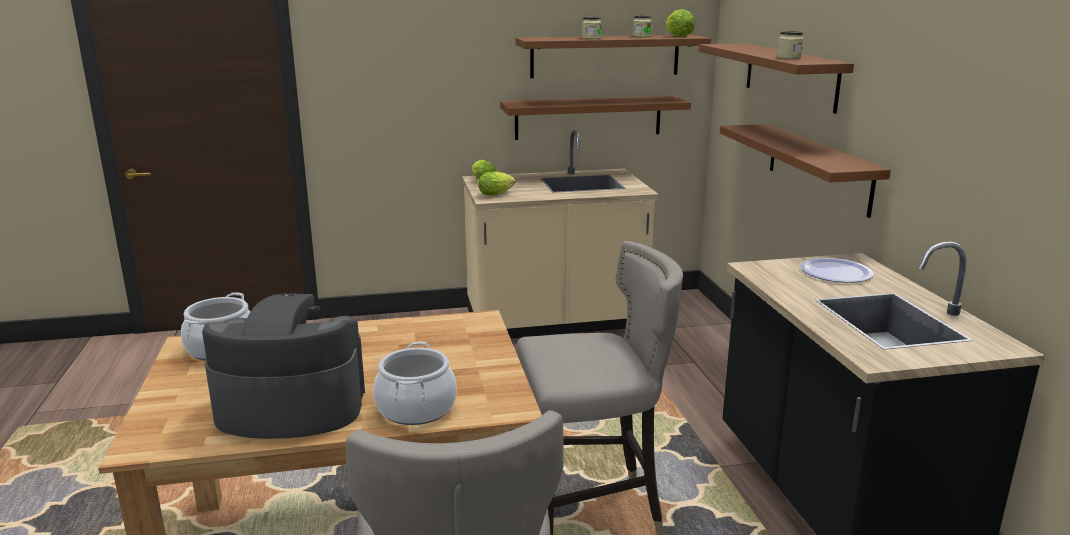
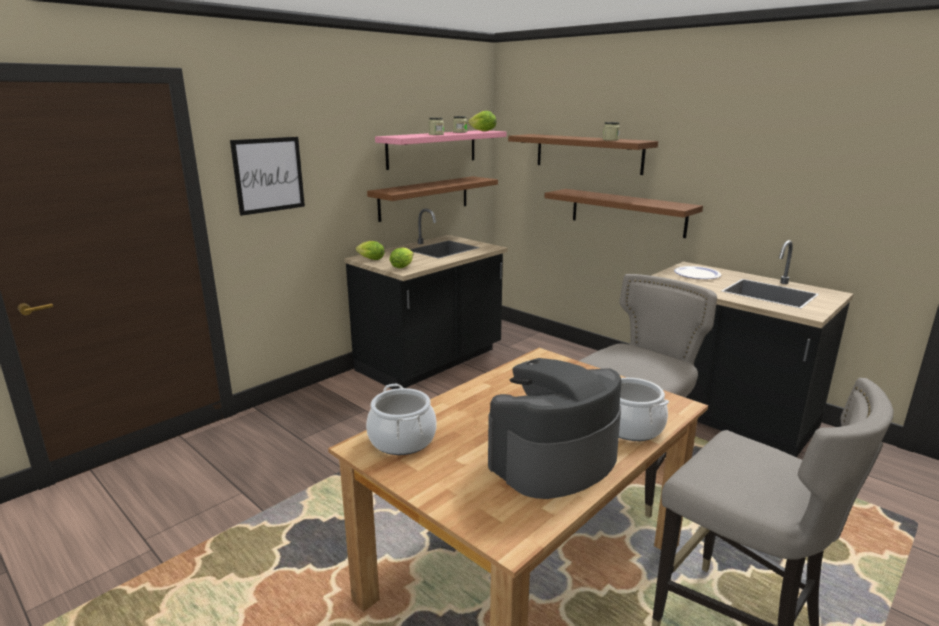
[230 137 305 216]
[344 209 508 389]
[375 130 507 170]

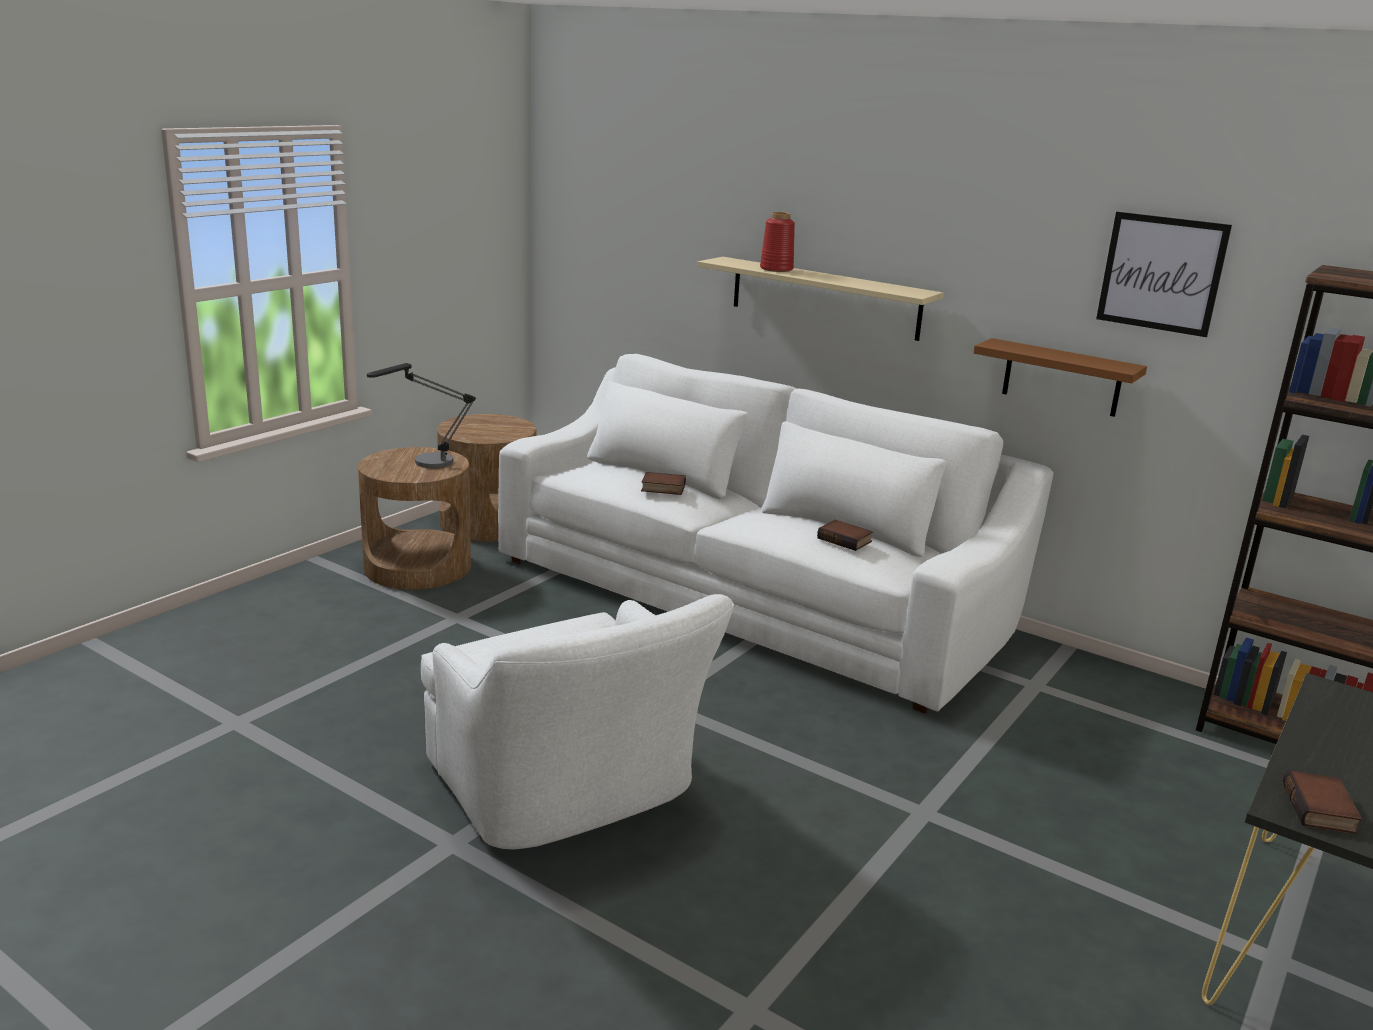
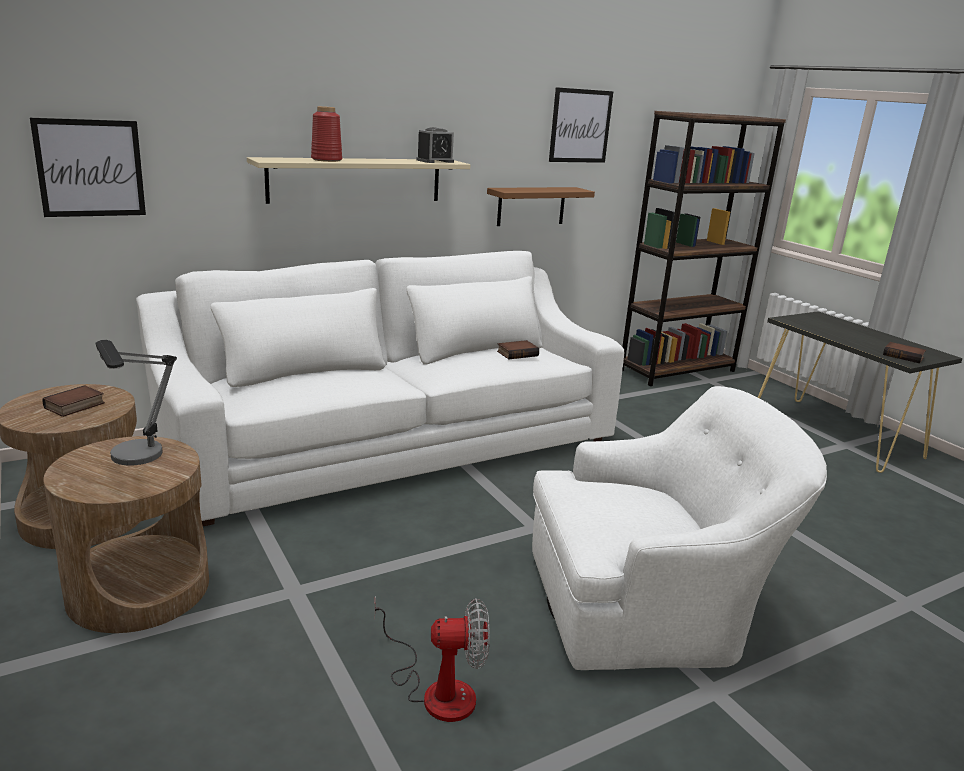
[30 118 146 217]
[374 598 490 722]
[416 127 454 163]
[43 385 105 417]

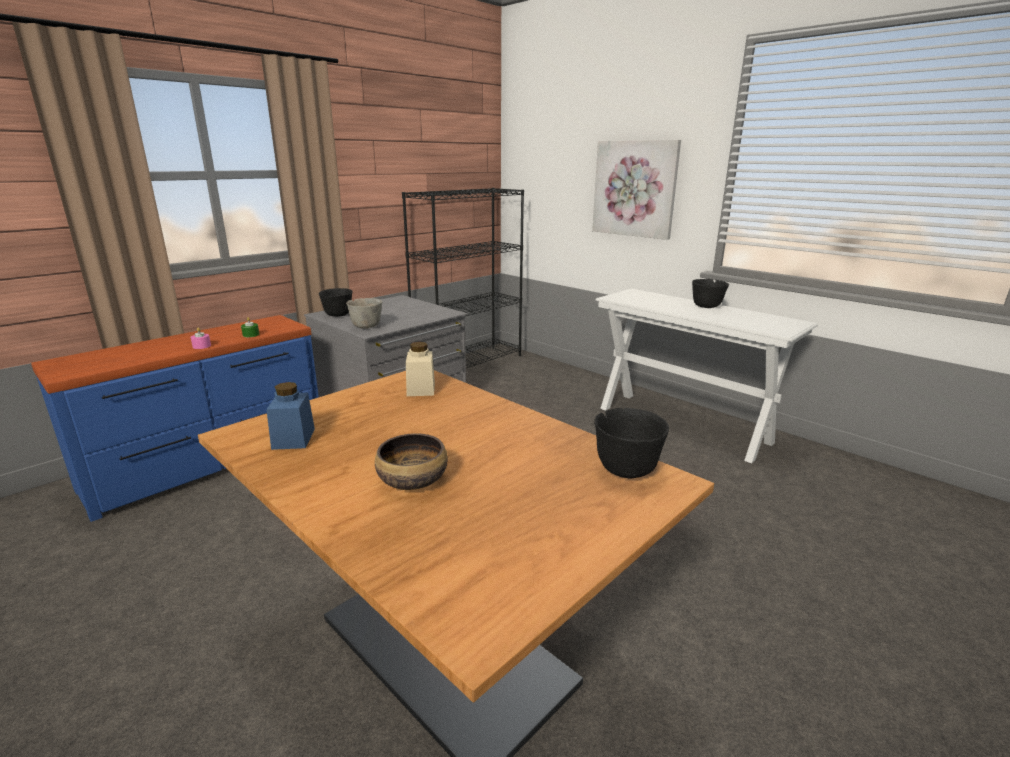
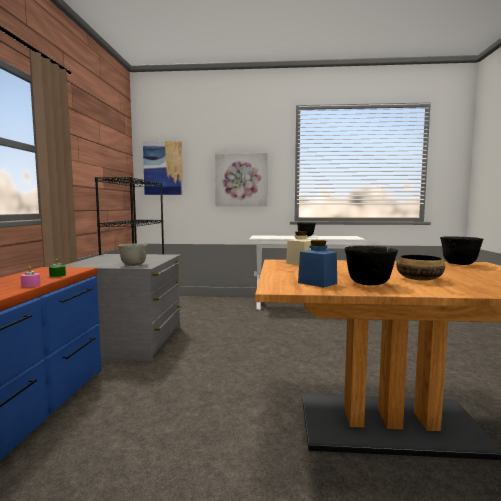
[143 141 183 195]
[345 246 398 285]

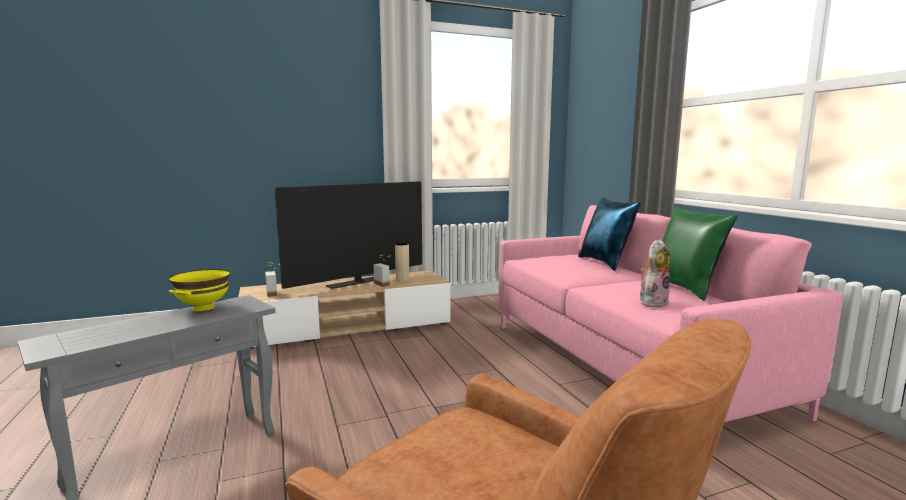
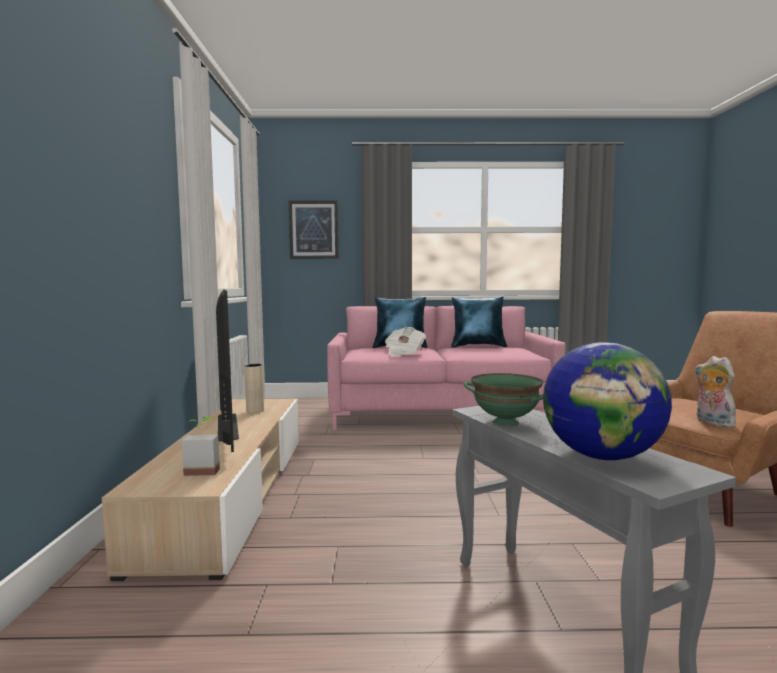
[374 254 390 287] (first image)
[289 200 339 259]
[385 327 426 356]
[543 342 672 460]
[695 356 741 428]
[464 373 543 426]
[451 296 507 348]

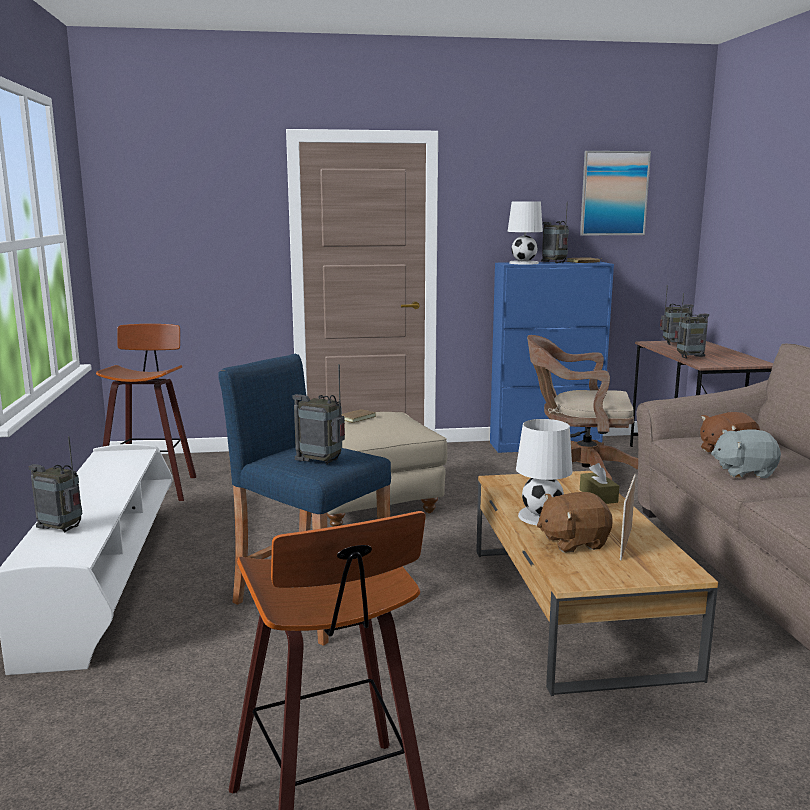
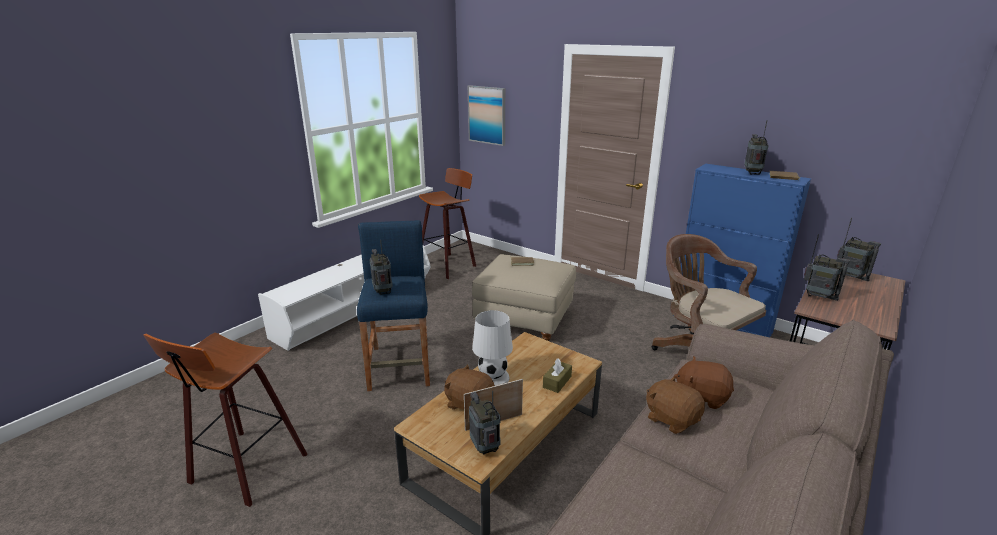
[507 201 543 265] (first image)
[469 391 501 454]
[468 85 505 146]
[646 376 705 434]

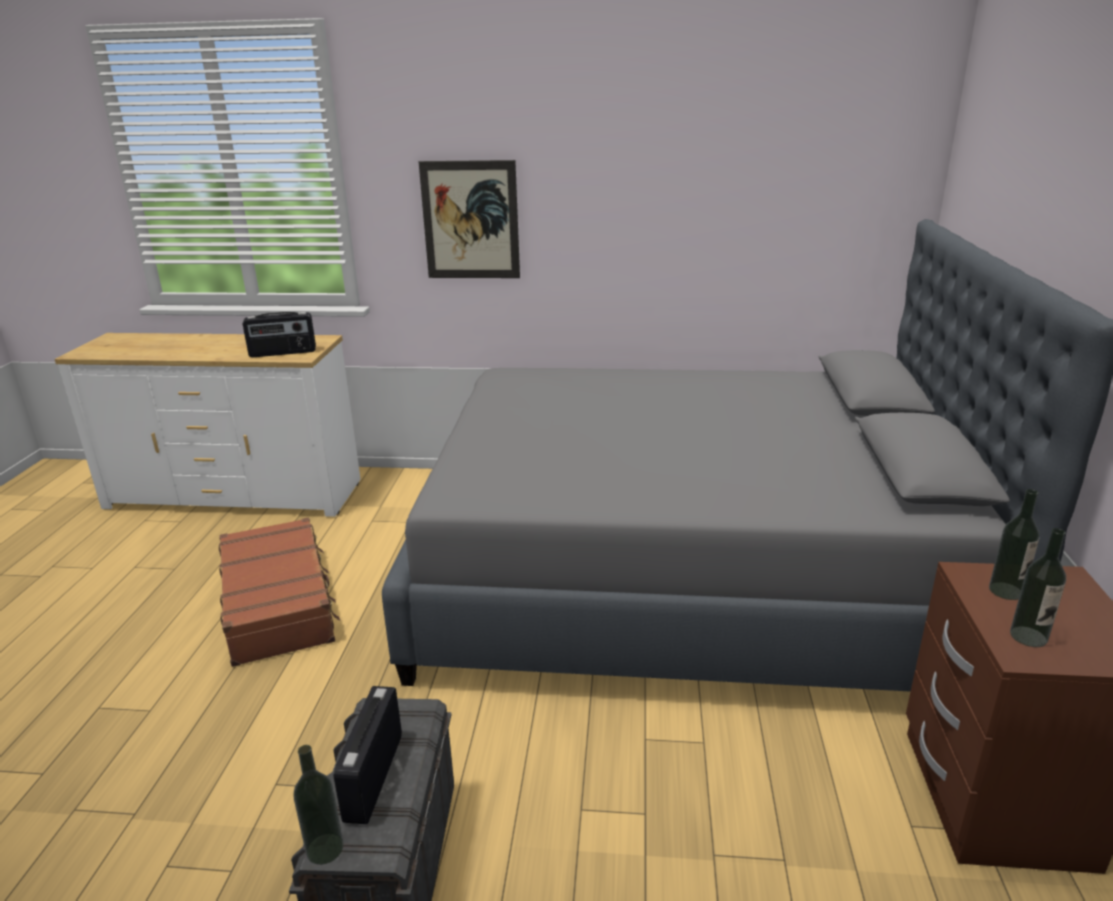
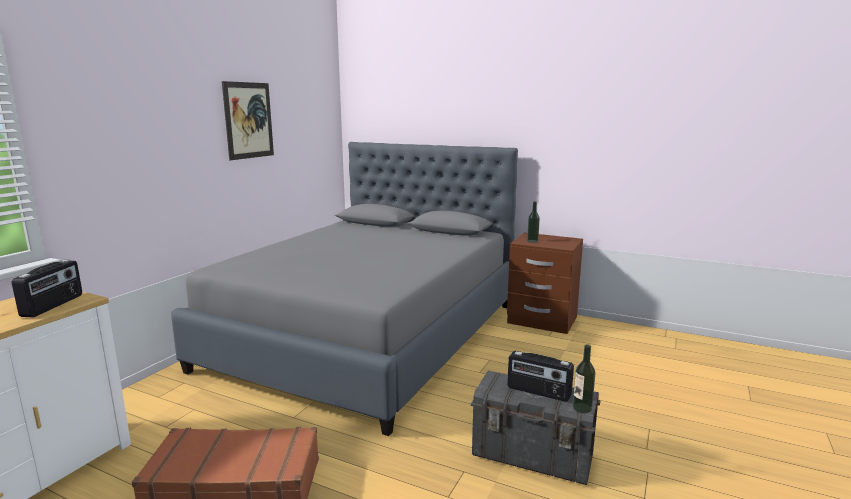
[1010 528 1066 647] (first image)
[222 81 274 160]

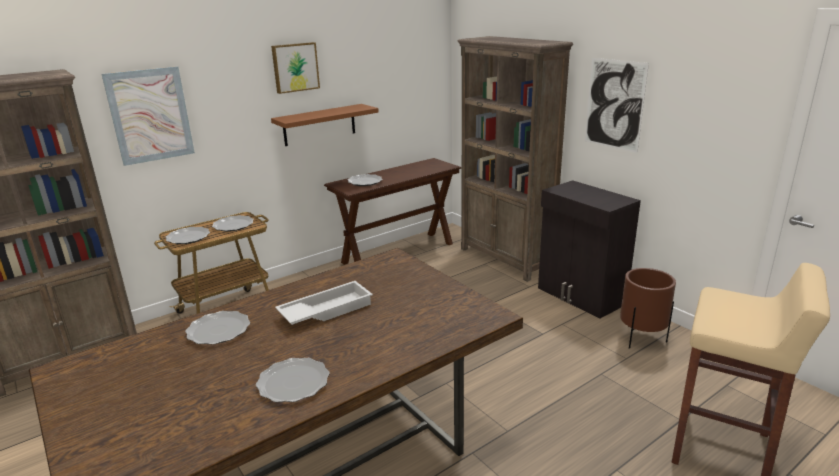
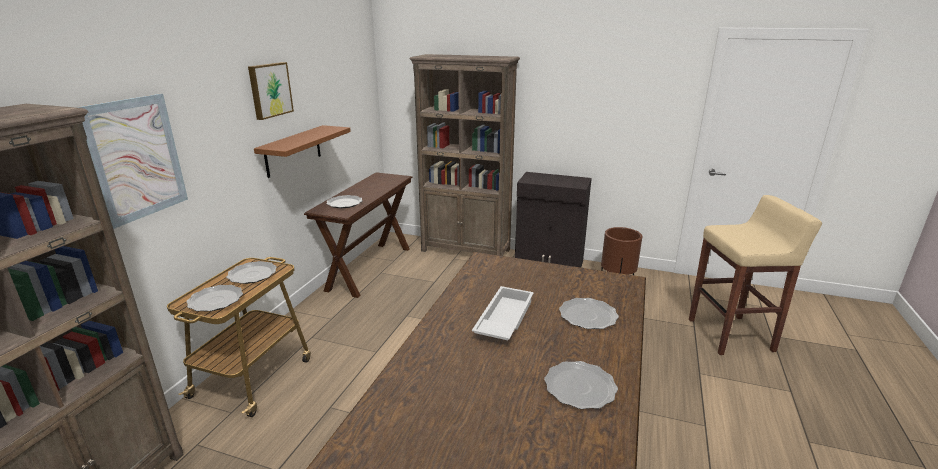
[585 58 649 153] (first image)
[559 298 619 329]

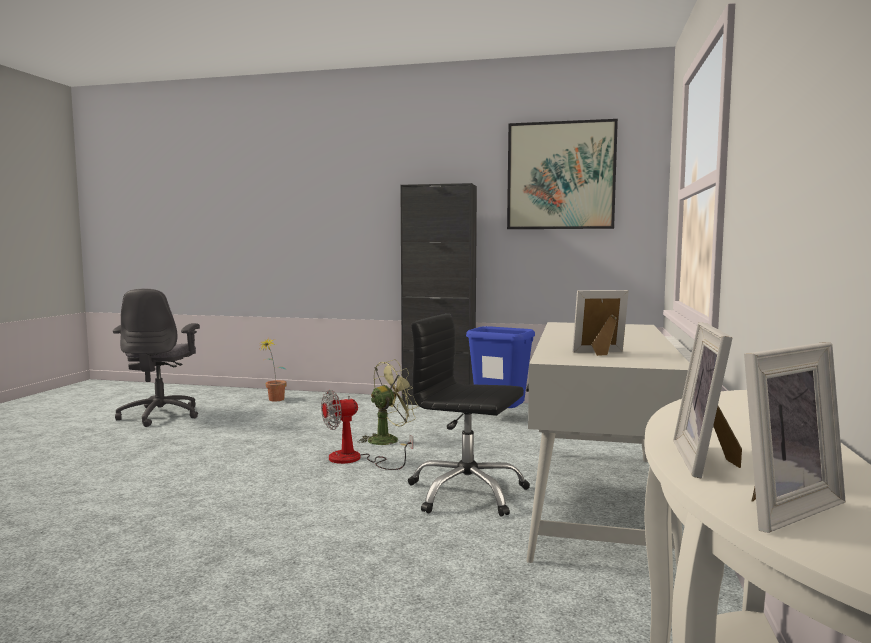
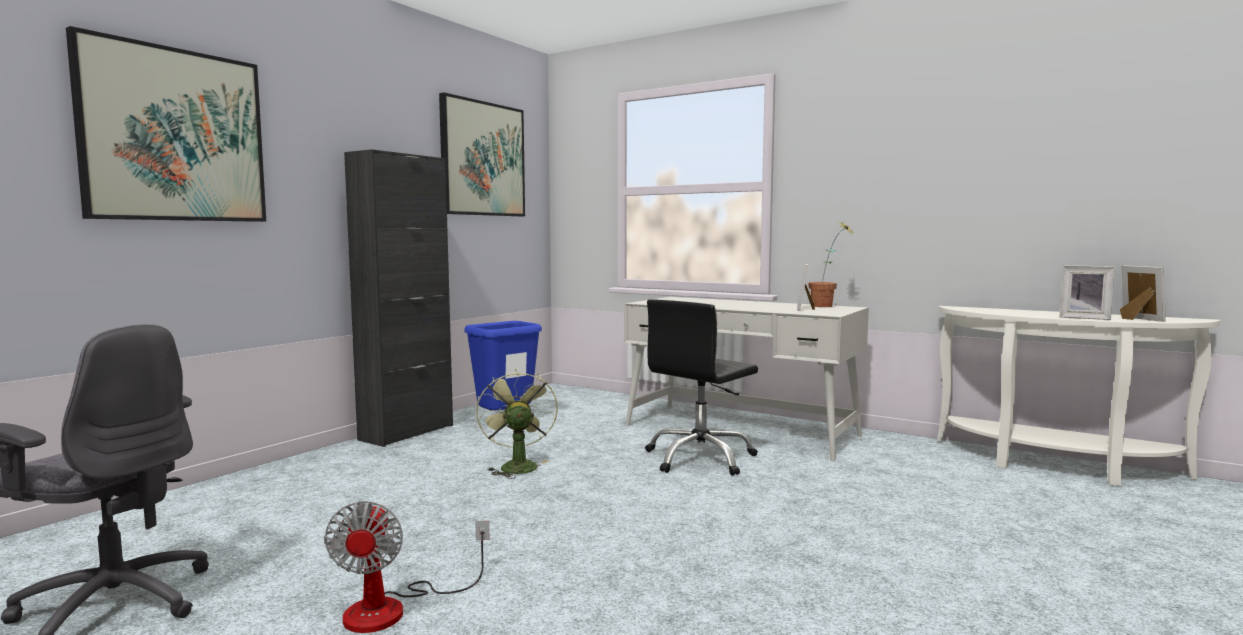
[66 26 266 222]
[808 221 854 307]
[324 501 489 633]

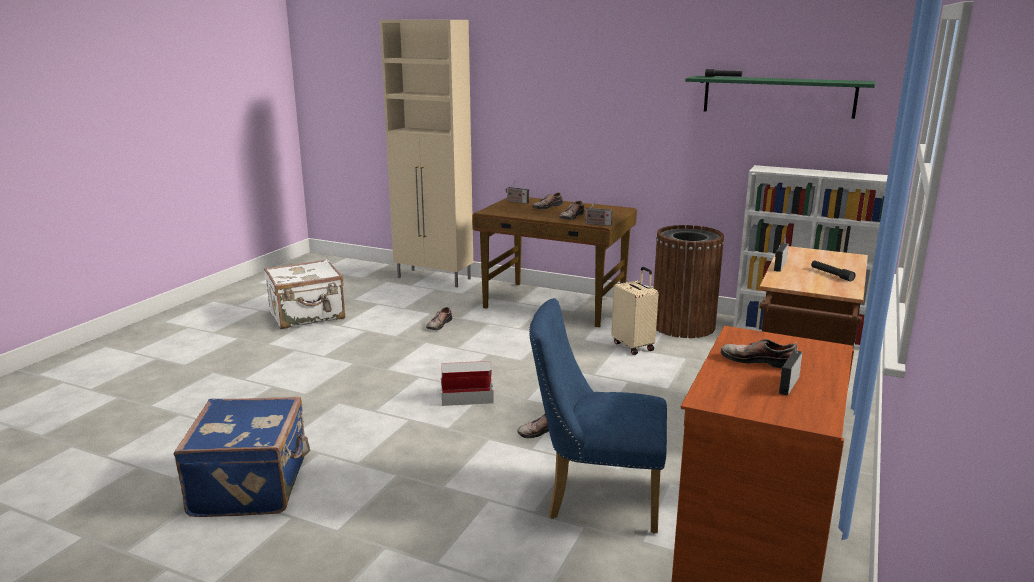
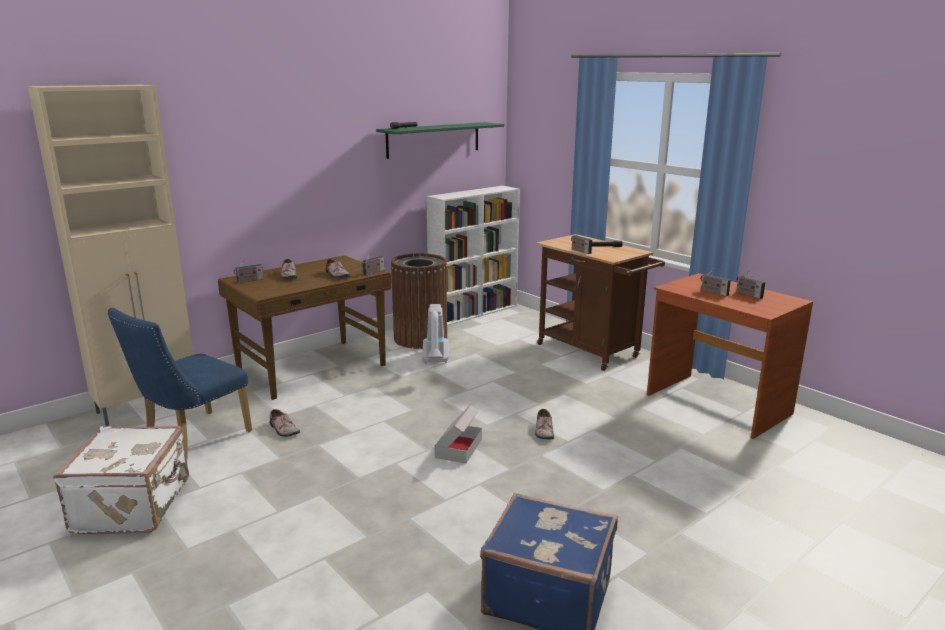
[107 308 252 458]
[422 304 449 363]
[700 268 731 296]

